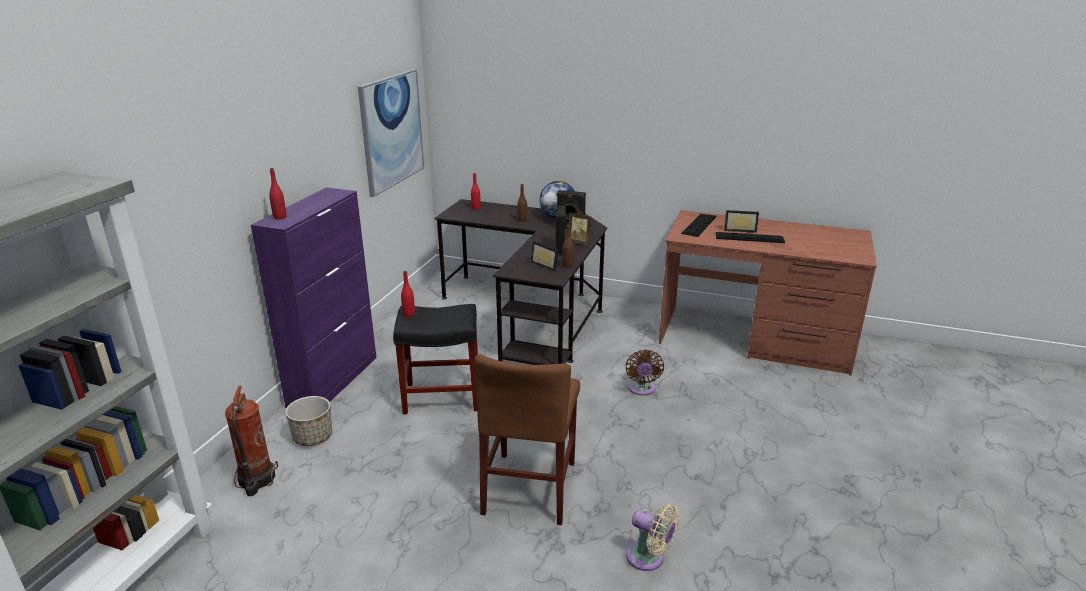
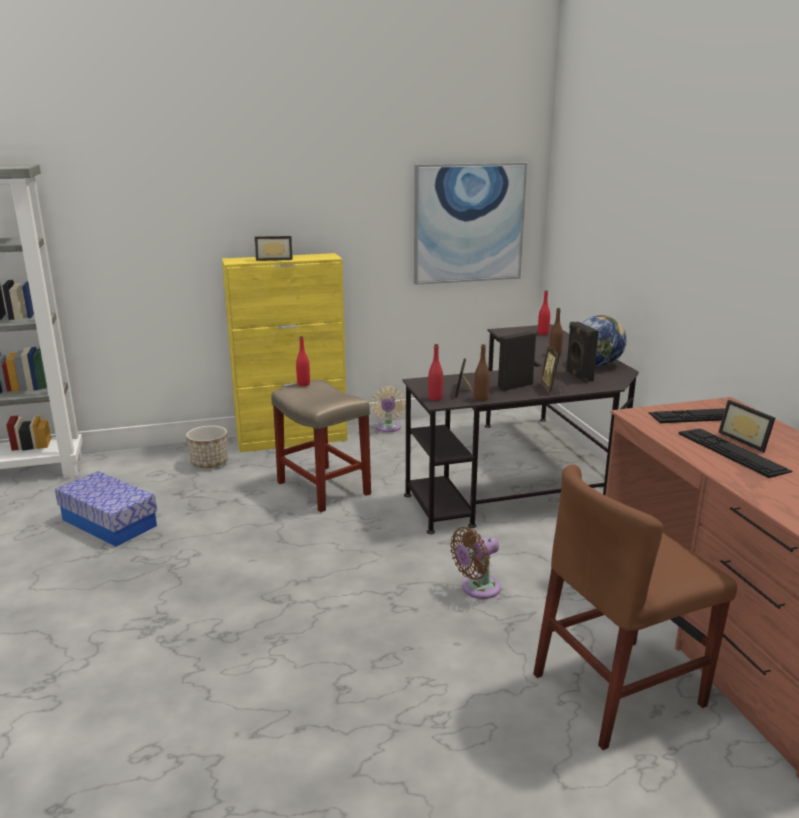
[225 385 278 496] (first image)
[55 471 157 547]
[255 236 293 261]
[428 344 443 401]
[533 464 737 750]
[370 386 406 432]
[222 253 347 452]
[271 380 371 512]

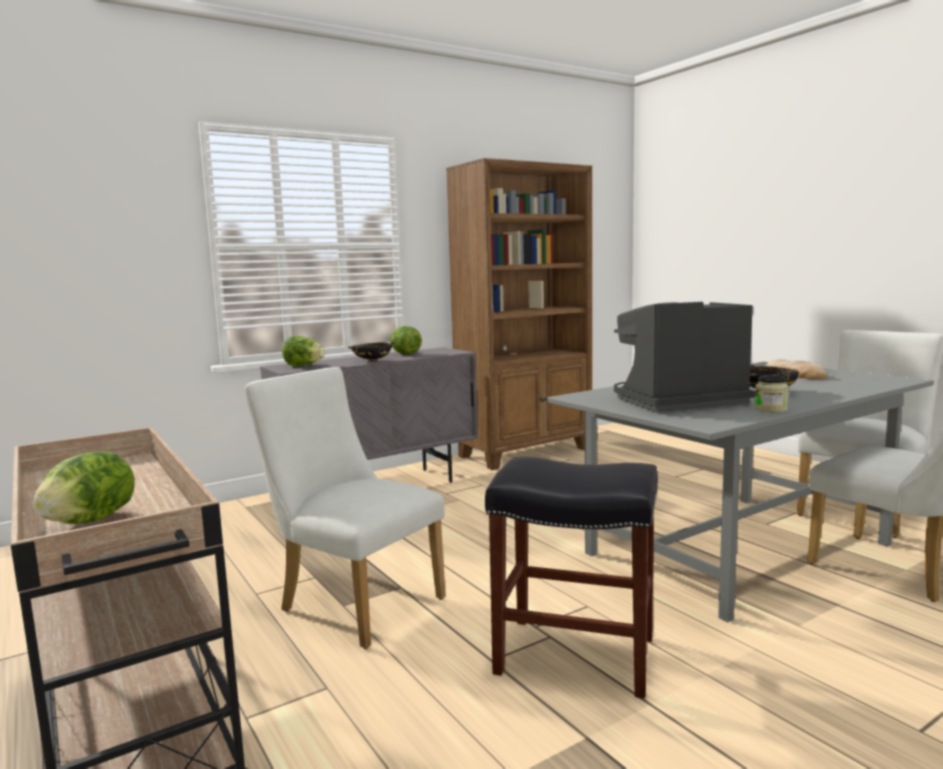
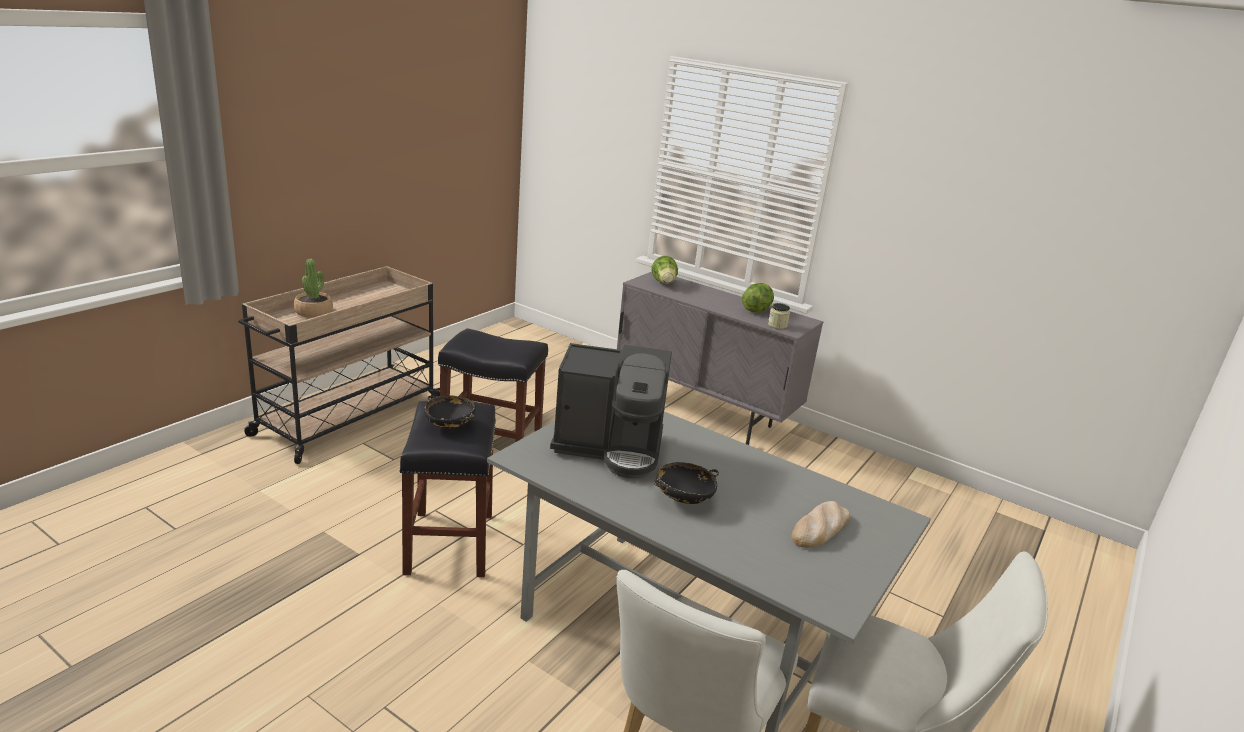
[446 158 592 470] (first image)
[424 395 476 429]
[768 303 790 329]
[294 259 333 318]
[438 328 548 442]
[550 343 672 478]

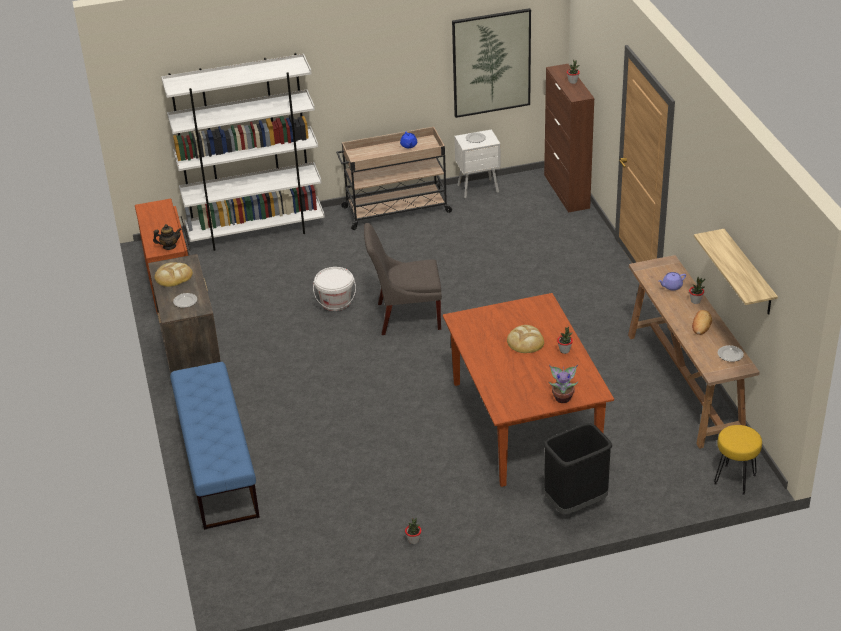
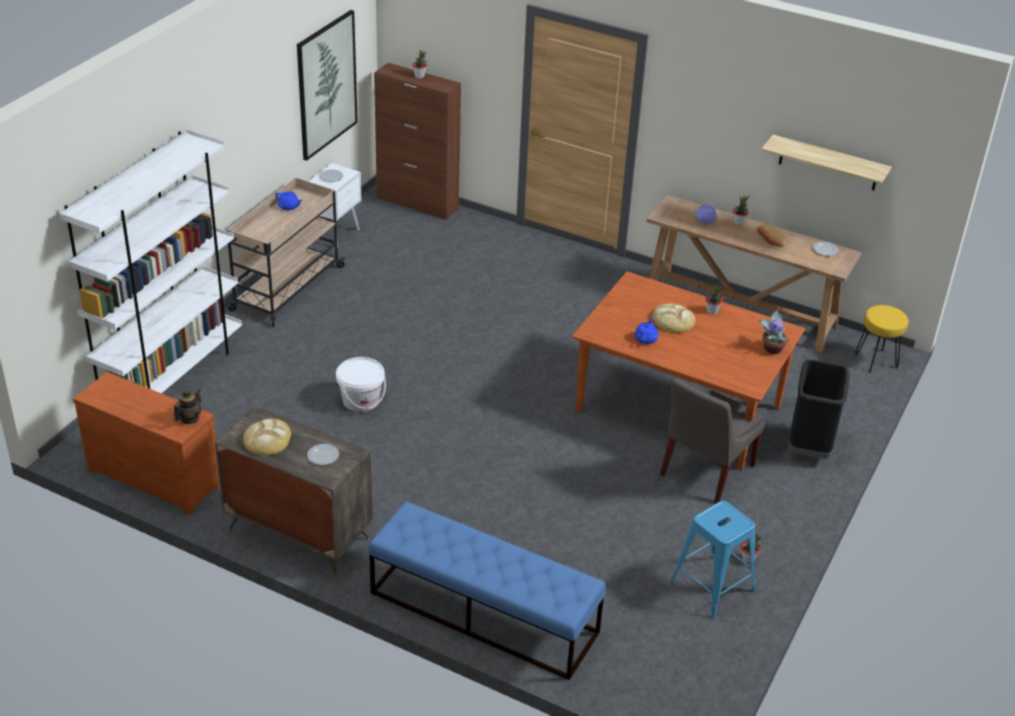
[635 316 658 344]
[670 501 755 618]
[660 378 765 504]

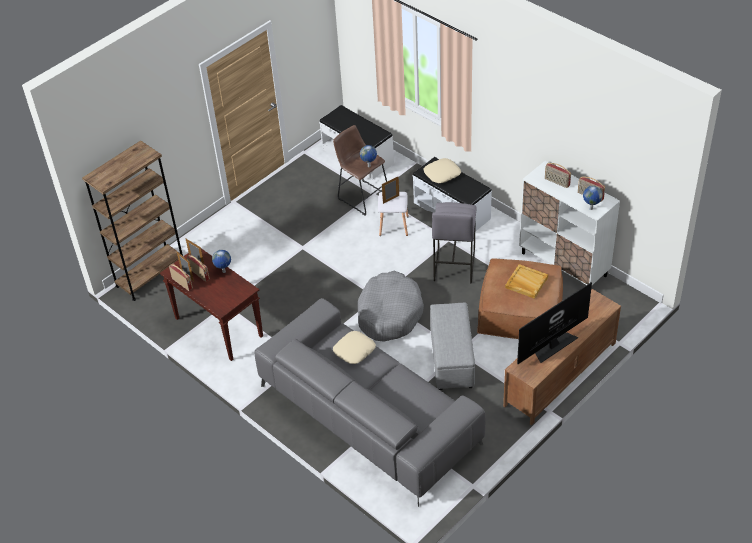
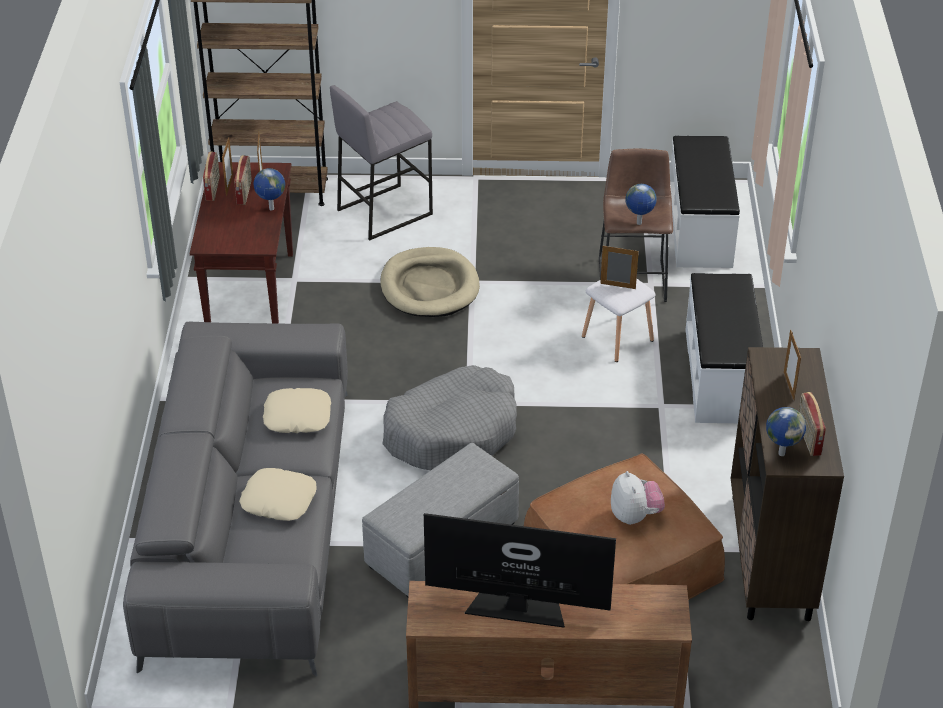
[380 247 480 317]
[239 468 317 521]
[330 85 433 240]
[611 471 665 525]
[784 329 801 400]
[731 347 844 621]

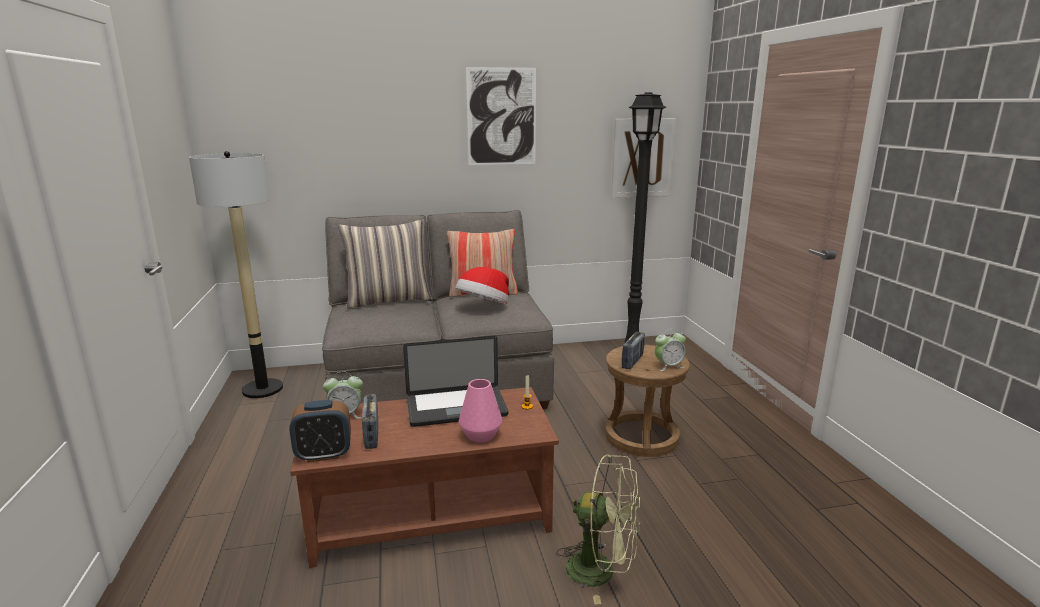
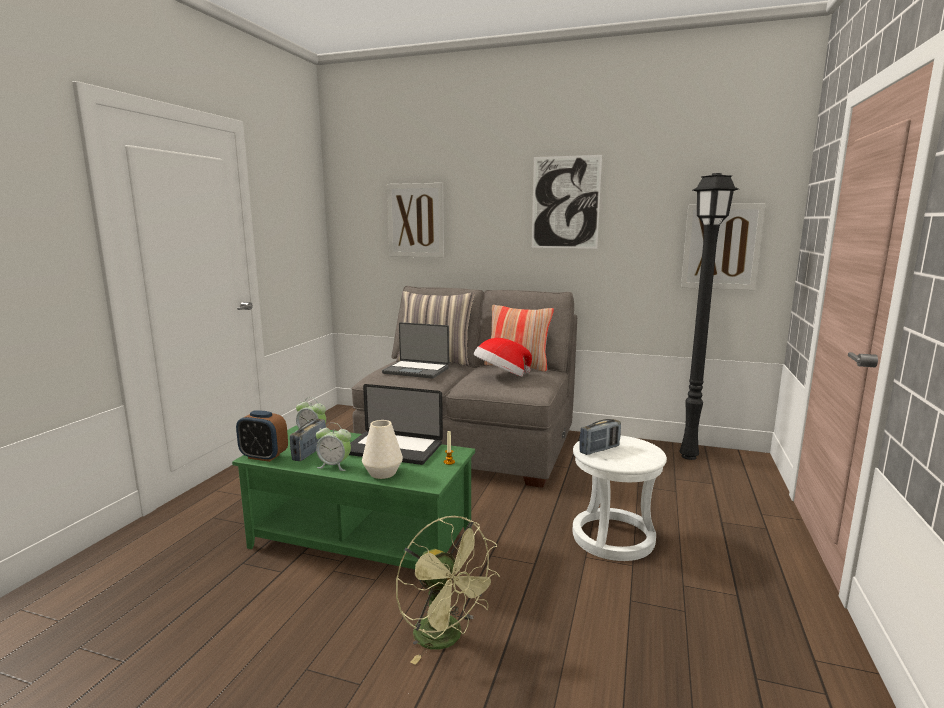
[189 151 283 398] (first image)
[382 322 449 379]
[387 183 444 258]
[316 423 351 471]
[232 426 475 569]
[362 420 403 479]
[572 436 667 561]

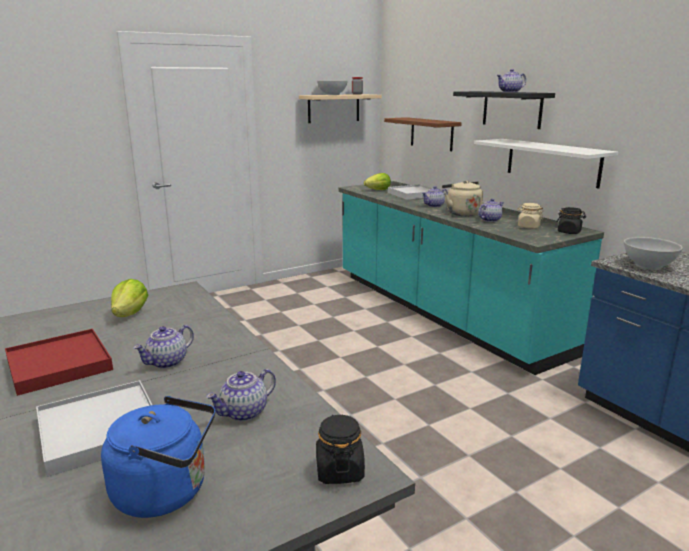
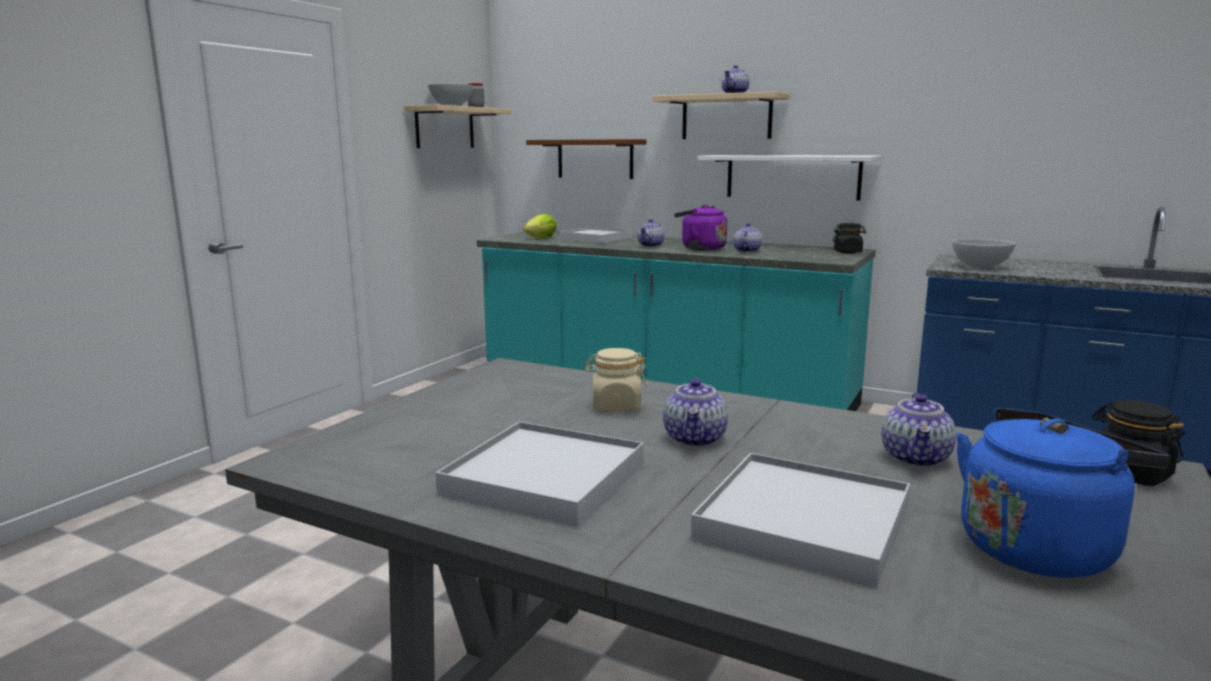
[111 279 148 317] (first image)
[585 348 648 412]
[435 422 644 527]
[674 205 728 251]
[652 91 789 139]

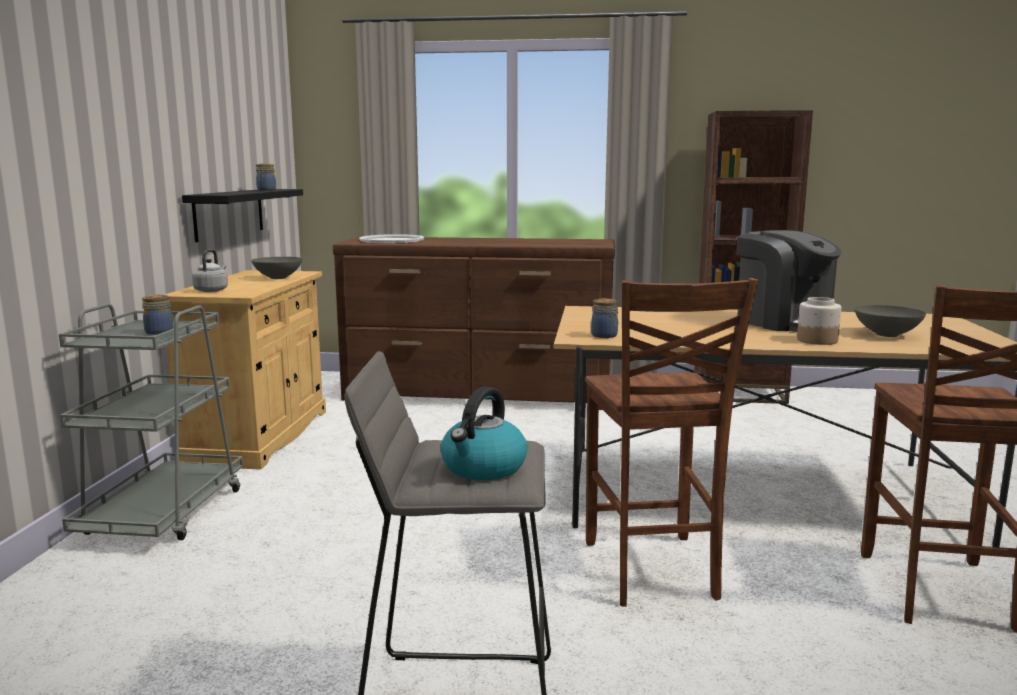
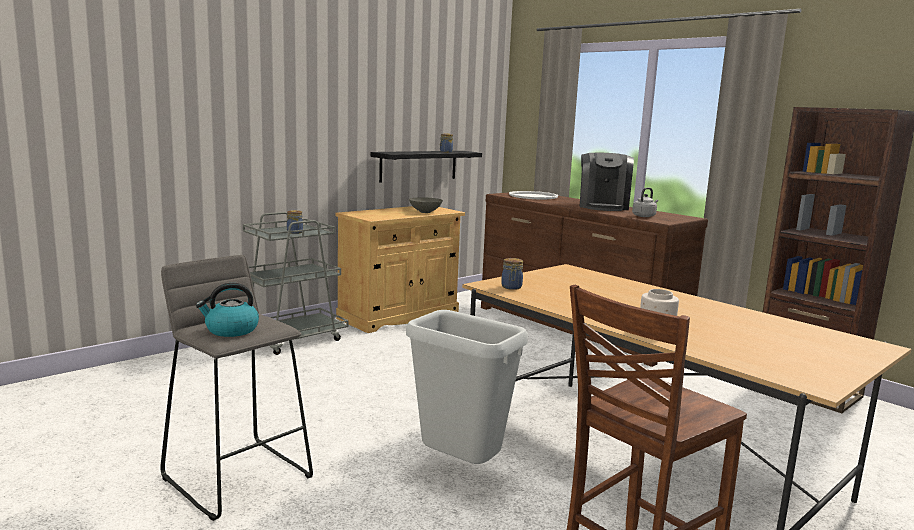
[854 305 926 337] (first image)
[632 188 658 217]
[580 152 634 211]
[406 310 528 464]

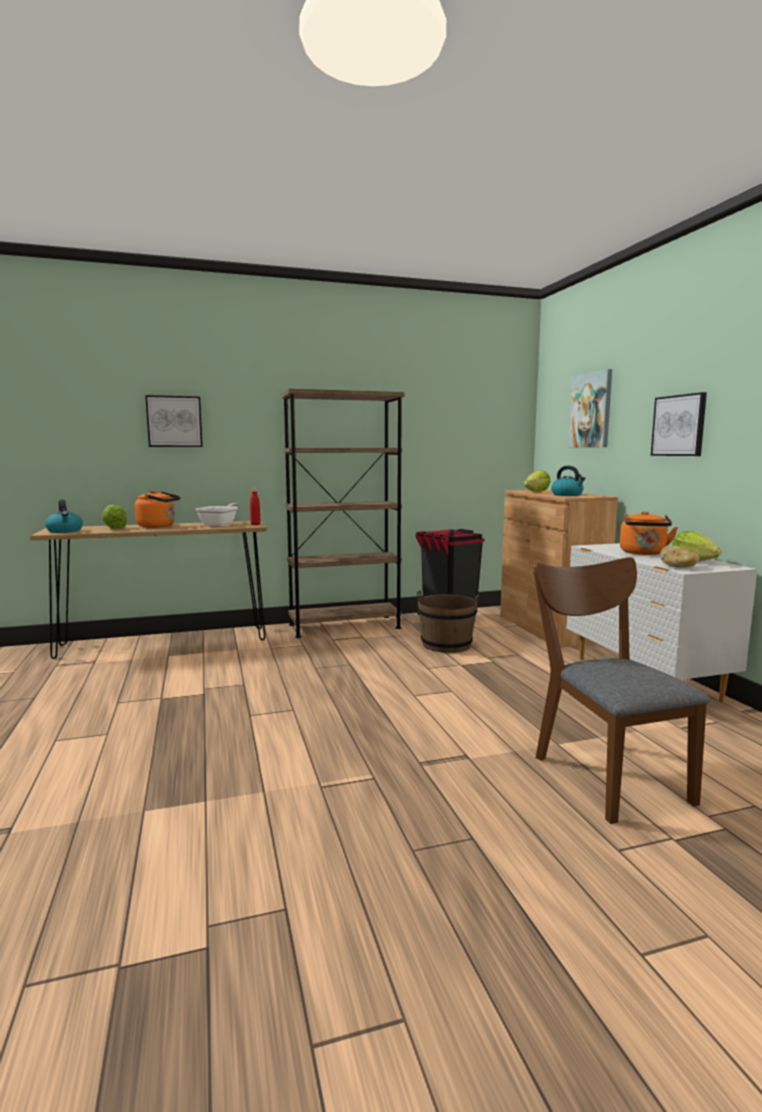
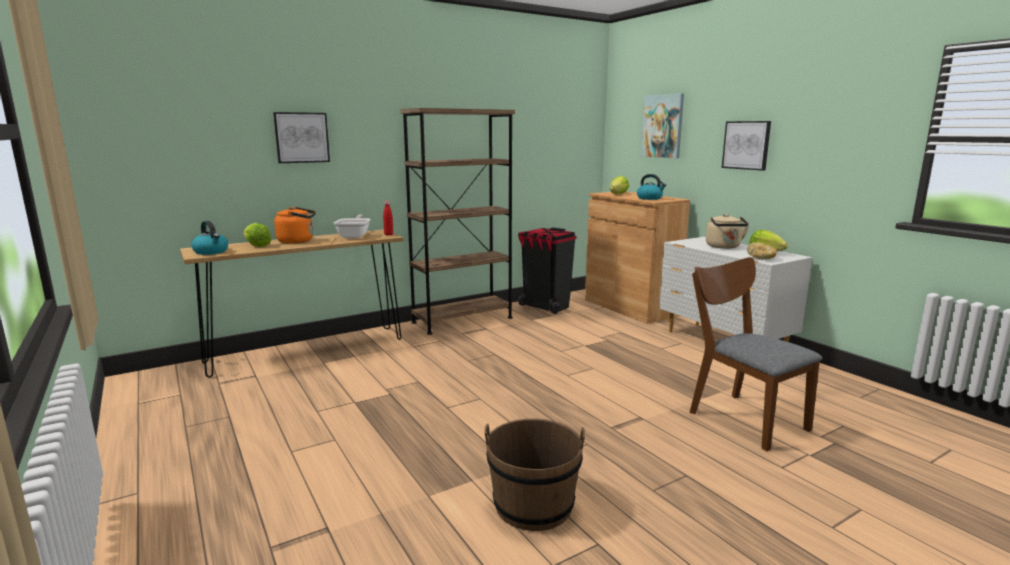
[485 418 585 531]
[706 214 749 249]

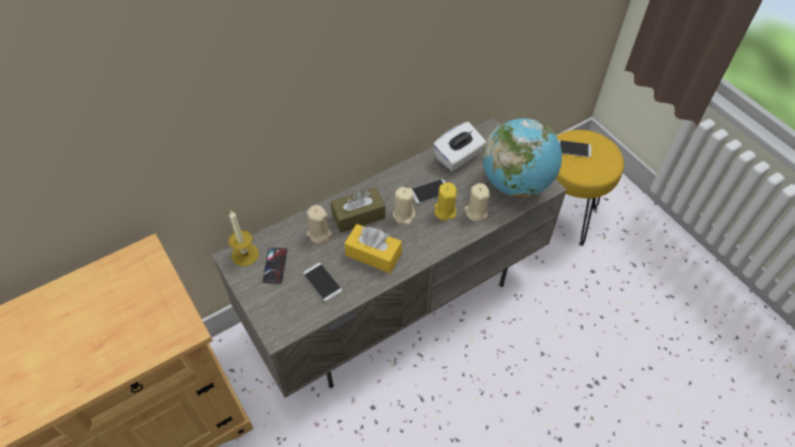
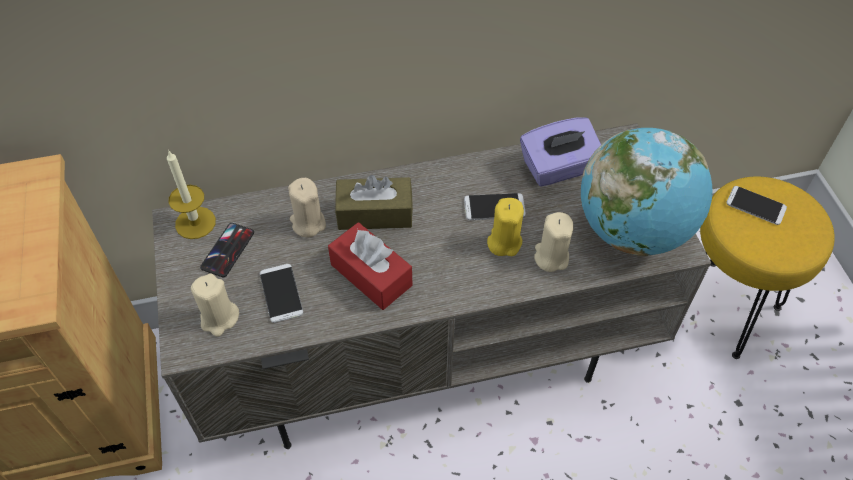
[191 274 239 337]
[328 222 412 310]
[520 118 601 186]

